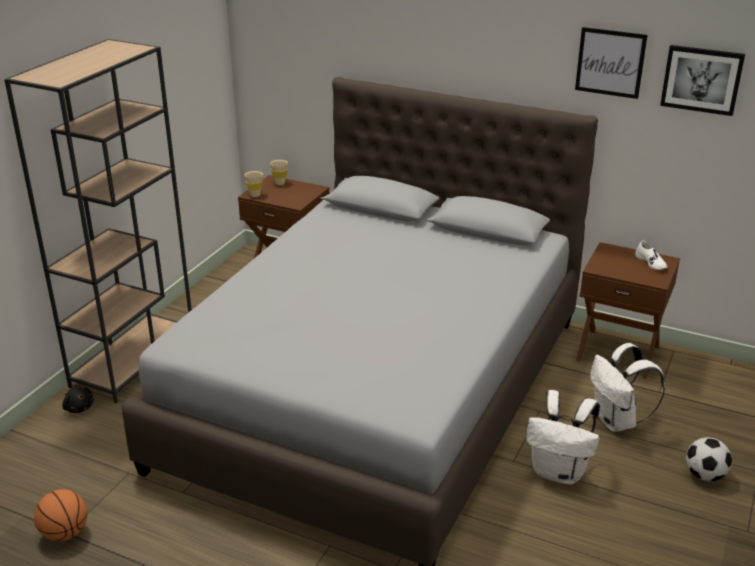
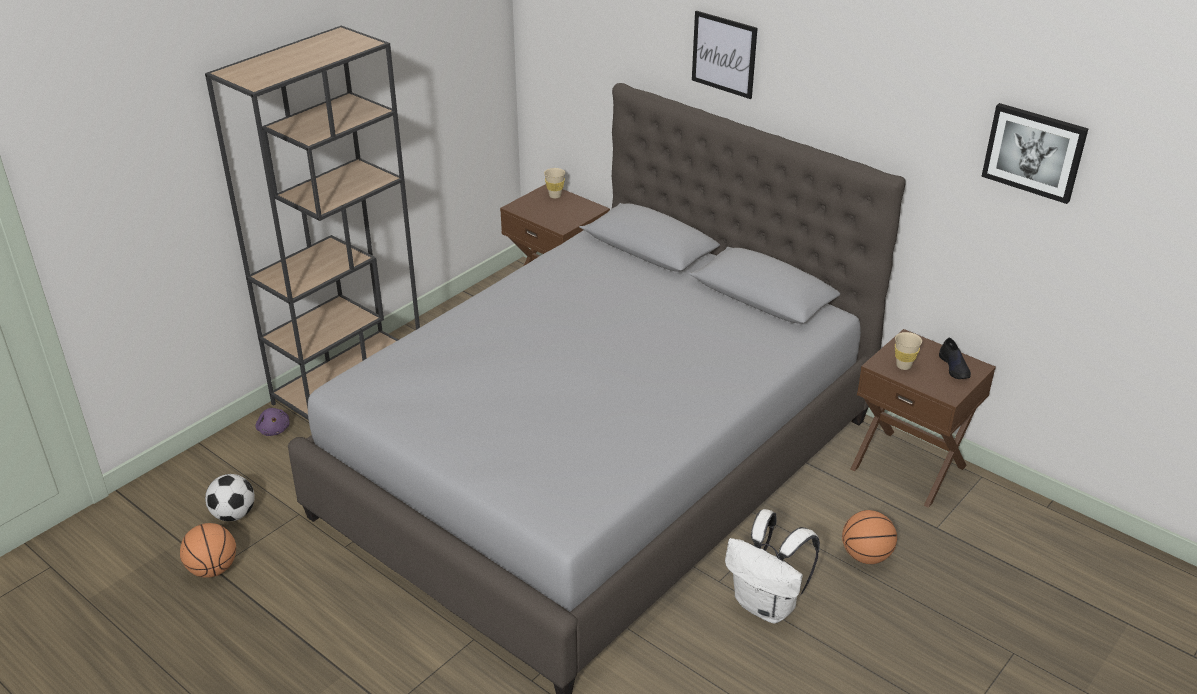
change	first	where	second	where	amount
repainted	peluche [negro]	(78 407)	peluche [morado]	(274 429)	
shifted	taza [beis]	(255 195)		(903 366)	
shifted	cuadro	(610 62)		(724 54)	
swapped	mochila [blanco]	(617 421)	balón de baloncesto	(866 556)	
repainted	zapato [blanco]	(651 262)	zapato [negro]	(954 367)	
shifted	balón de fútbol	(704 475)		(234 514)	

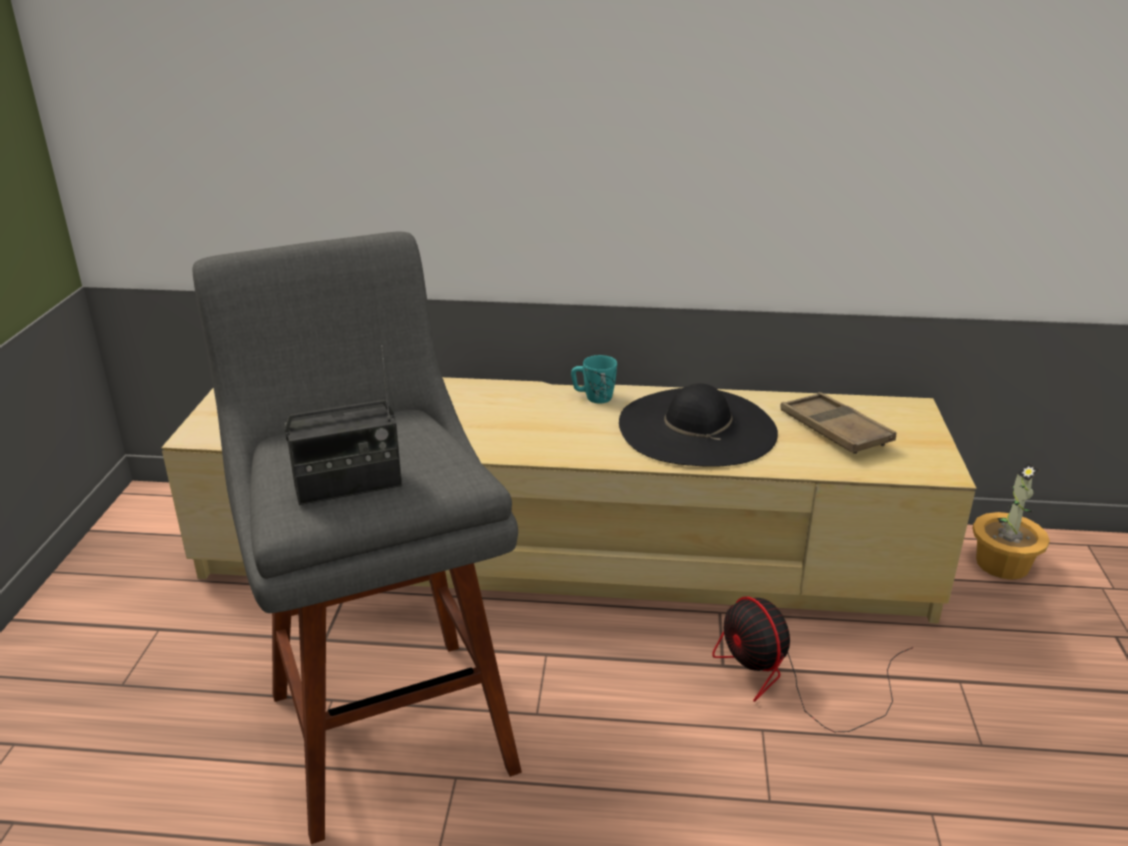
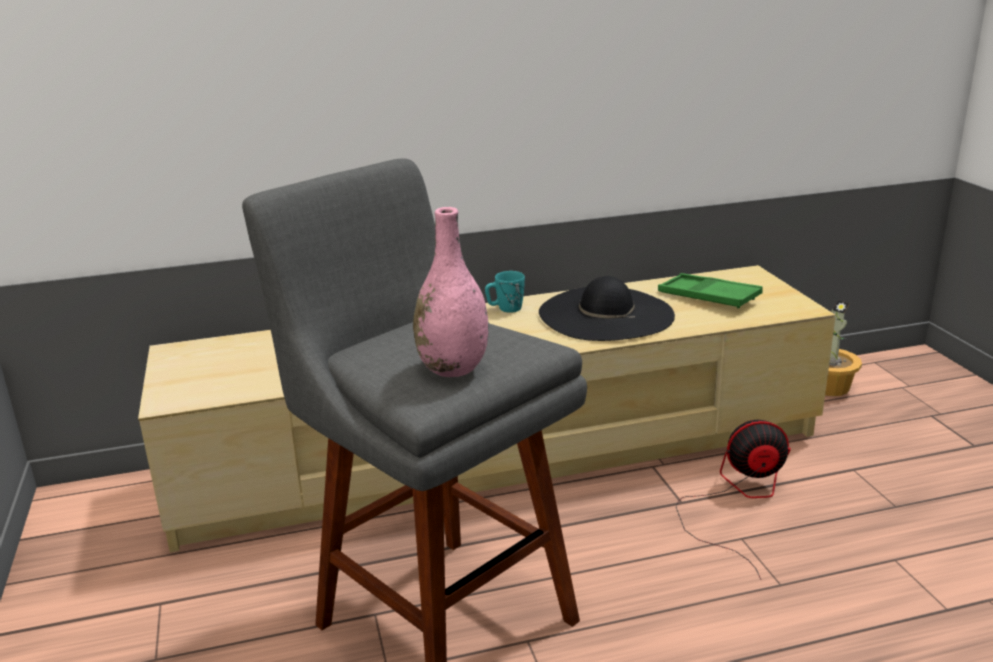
change	first	where	second	where	amount
swapped	radio	(348 486)	florero [rosa]	(453 369)	
rotated	ventilador	(790 681)		(738 500)	135 degrees clockwise
repainted	bandeja [marrón]	(834 430)	bandeja [verde]	(708 297)	

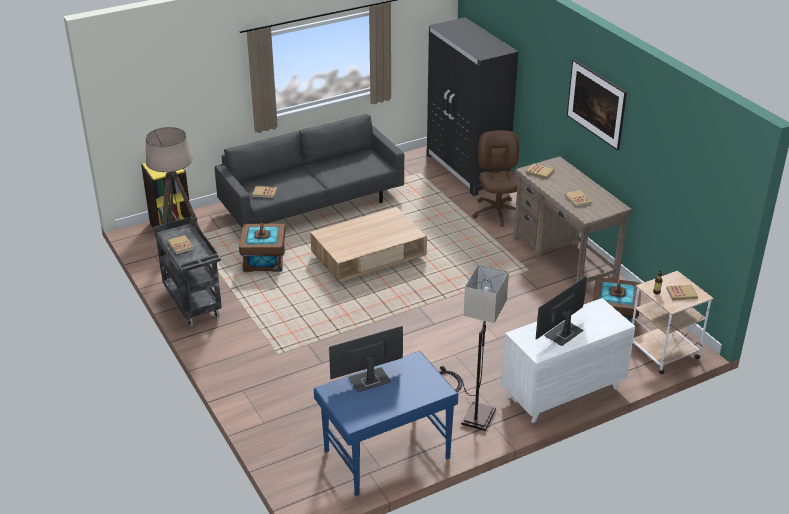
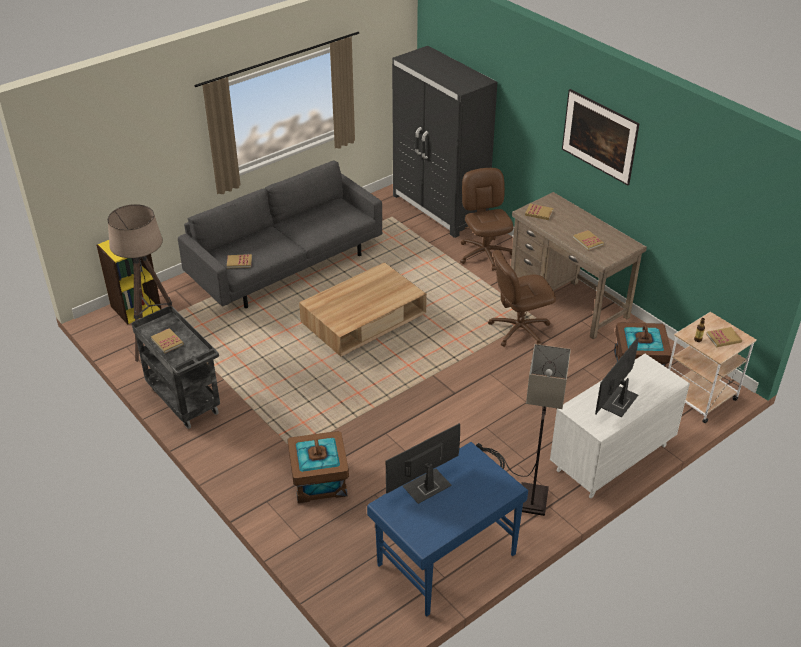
change	first	where	second	where	amount
shifted	caja de almacenaje [marrón]	(264 261)		(320 481)	
new			silla de oficina [marrón]	(519 330)	

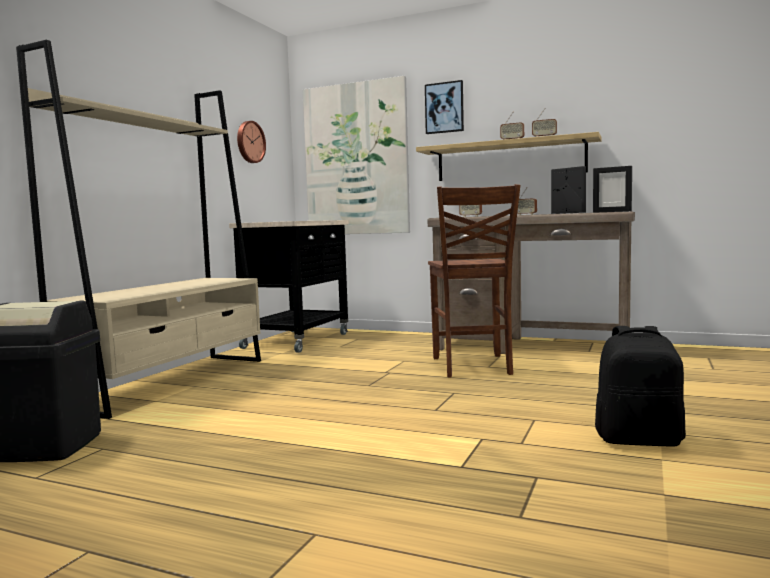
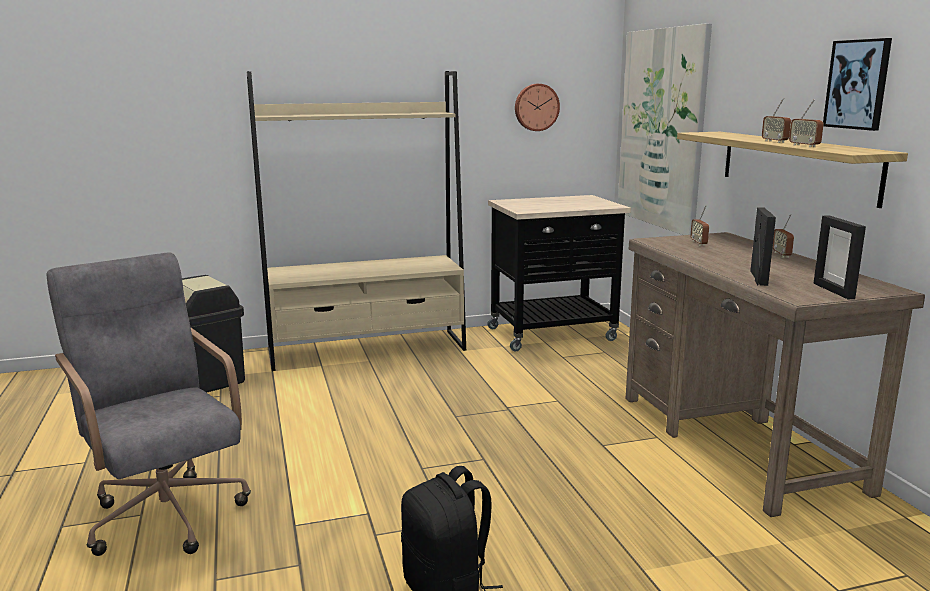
change	first	where	second	where	amount
shifted	cuadro	(444 108)		(858 84)	
gone	silla [marrón]	(472 366)			
new			silla de oficina [gris]	(164 514)	

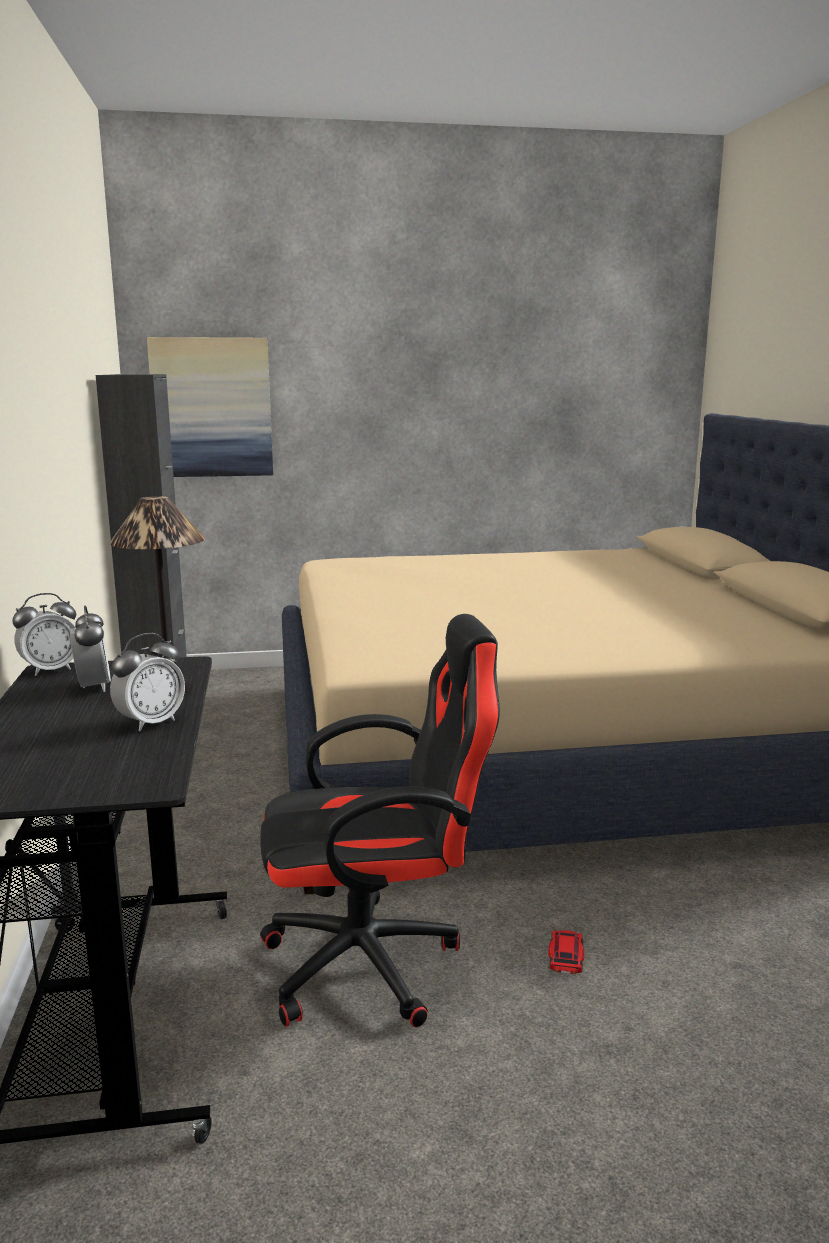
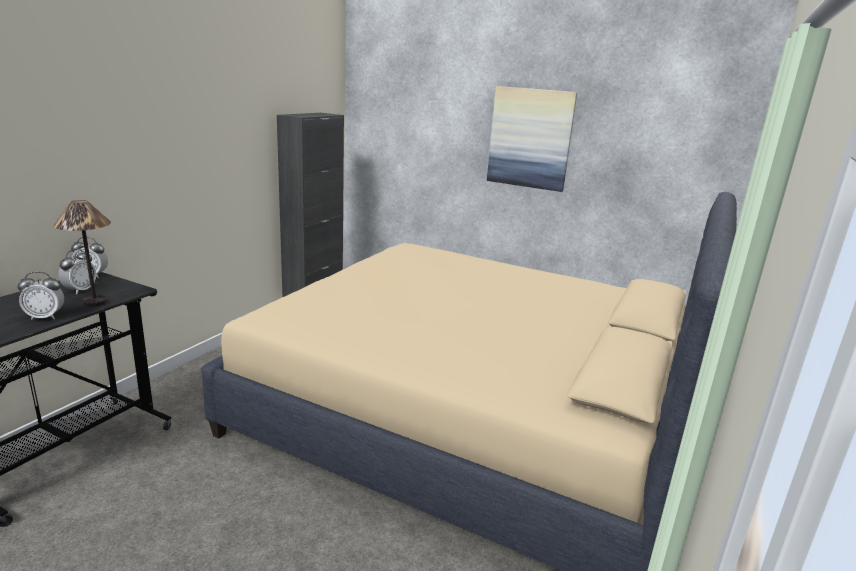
change	first	where	second	where	amount
shifted	cuadro	(212 407)		(530 138)	
gone	silla de oficina [negro]	(378 964)			
gone	coche de juguete	(566 956)			

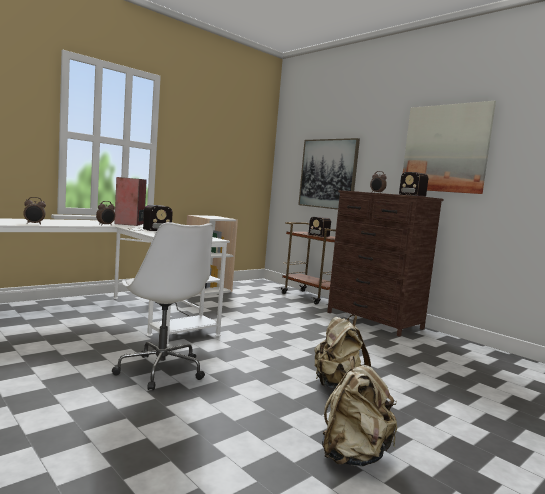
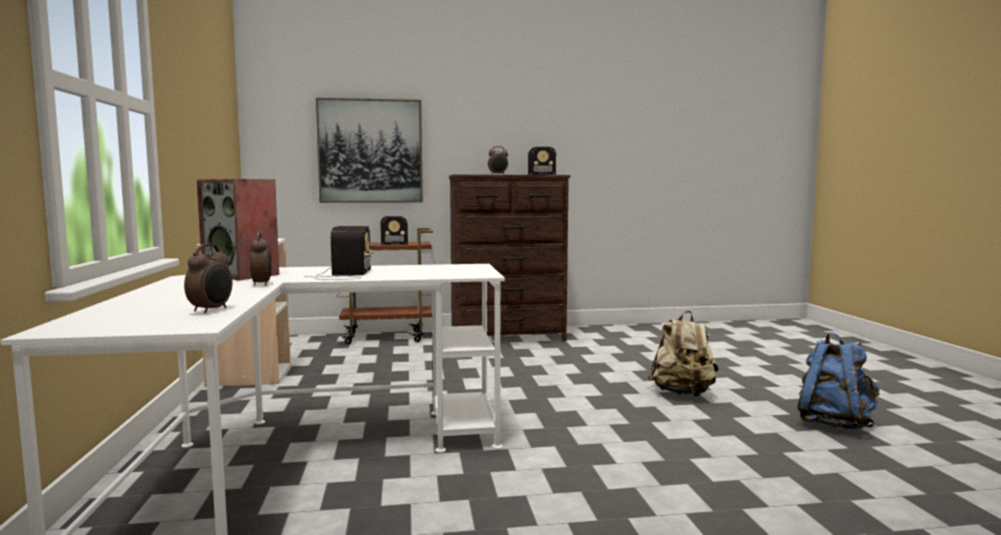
change	first	where	second	where	amount
gone	silla de oficina [blanco]	(162 372)			
repainted	mochila [beis]	(353 455)	mochila [azul]	(834 424)	
gone	cuadro	(445 148)			

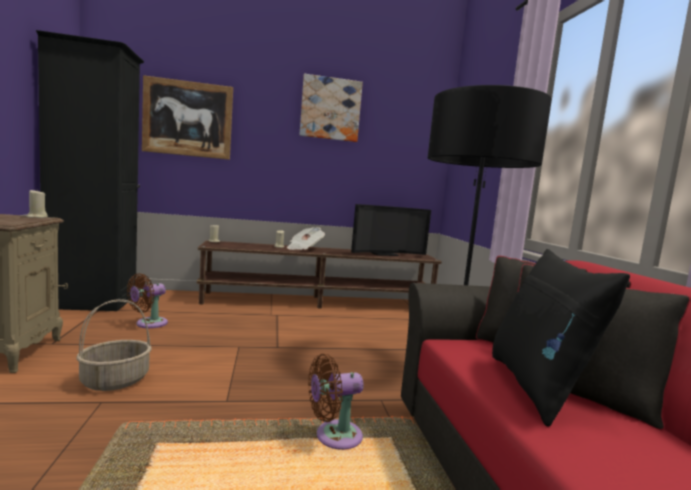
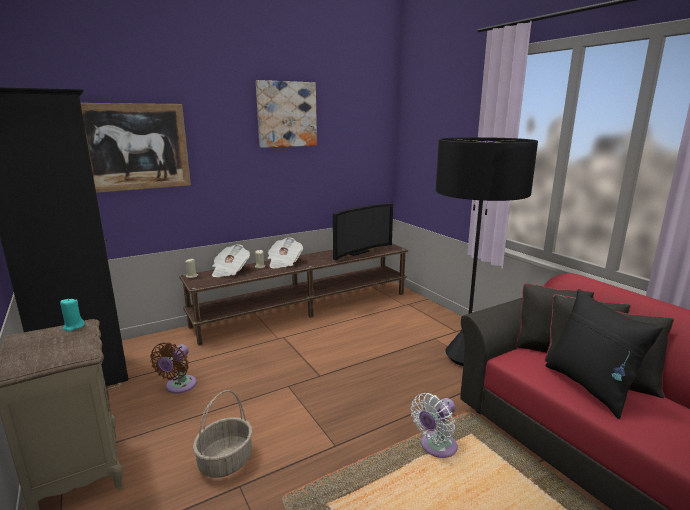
change	first	where	second	where	amount
repainted	vela [beis]	(37 217)	vela [turquesa]	(73 327)	
repainted	ventilador [marrón]	(333 436)	ventilador [blanco]	(436 447)	
new			periódico	(230 271)	

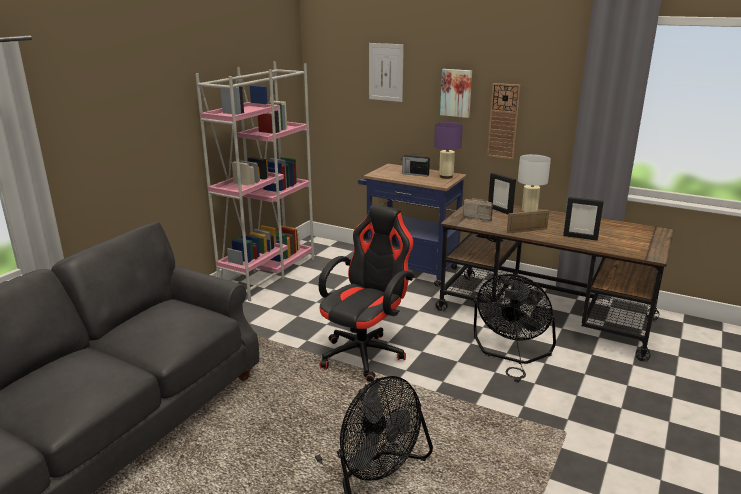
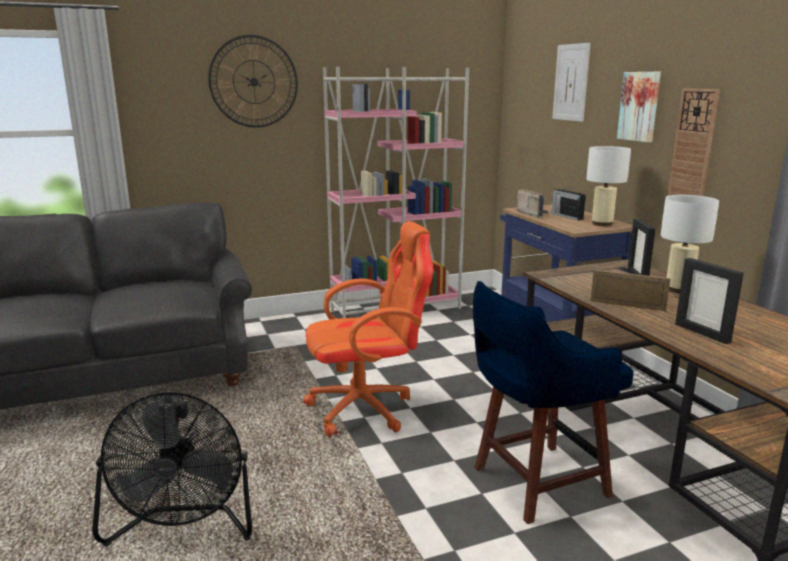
change	first	where	second	where	amount
repainted	silla de oficina [negro]	(366 353)	silla de oficina [naranja]	(368 409)	
repainted	lámpara de mesa [morado]	(446 177)	lámpara de mesa [blanco]	(601 224)	
shifted	radio	(477 217)		(532 214)	
swapped	ventilador [negro]	(510 354)	taburete [azul]	(535 483)	
new			reloj de pared	(254 82)	

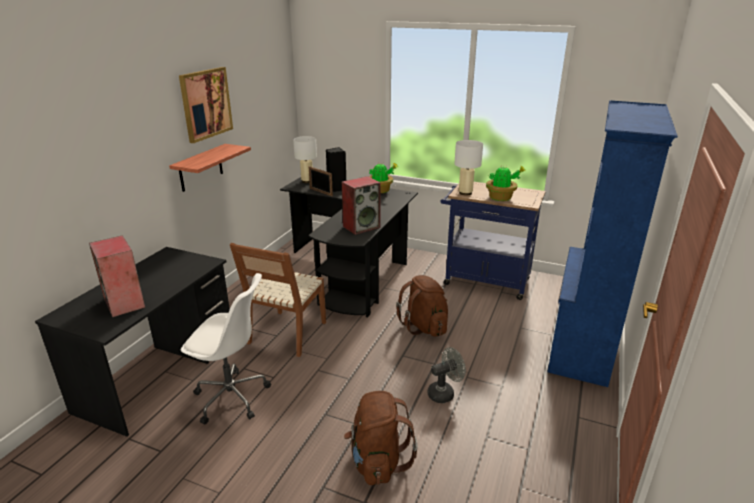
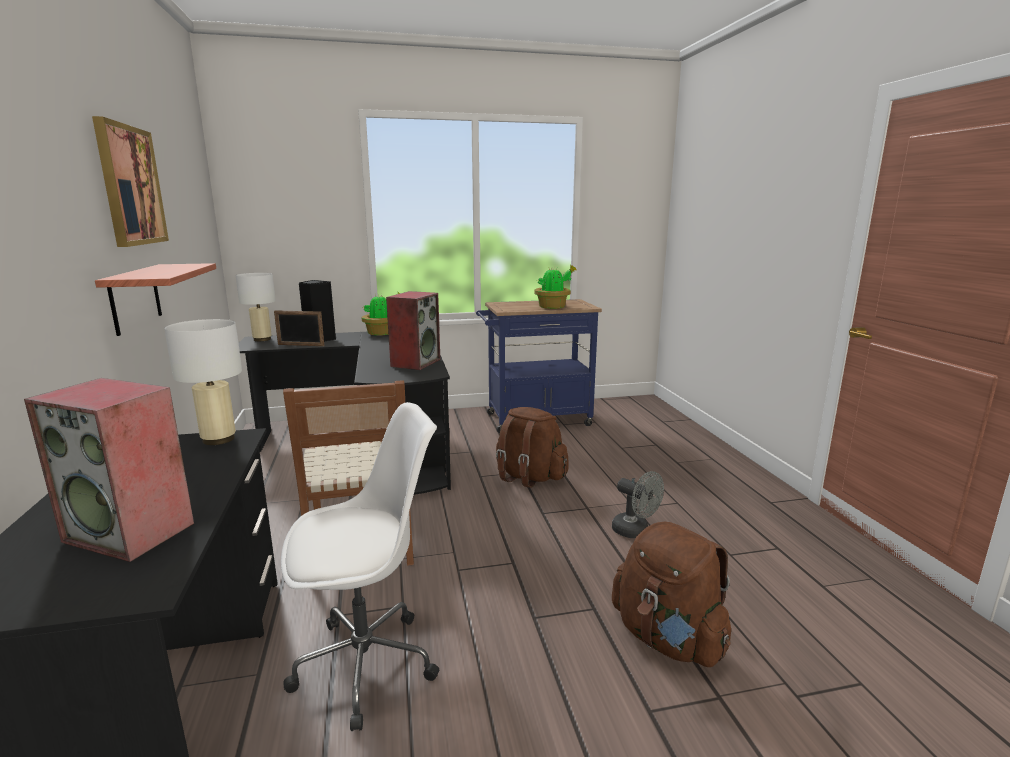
change	first	where	second	where	amount
rotated	ventilador [gris]	(444 393)		(635 531)	105 degrees clockwise
shifted	lámpara de mesa [blanco]	(465 193)		(218 439)	
gone	estantería [azul]	(582 347)			

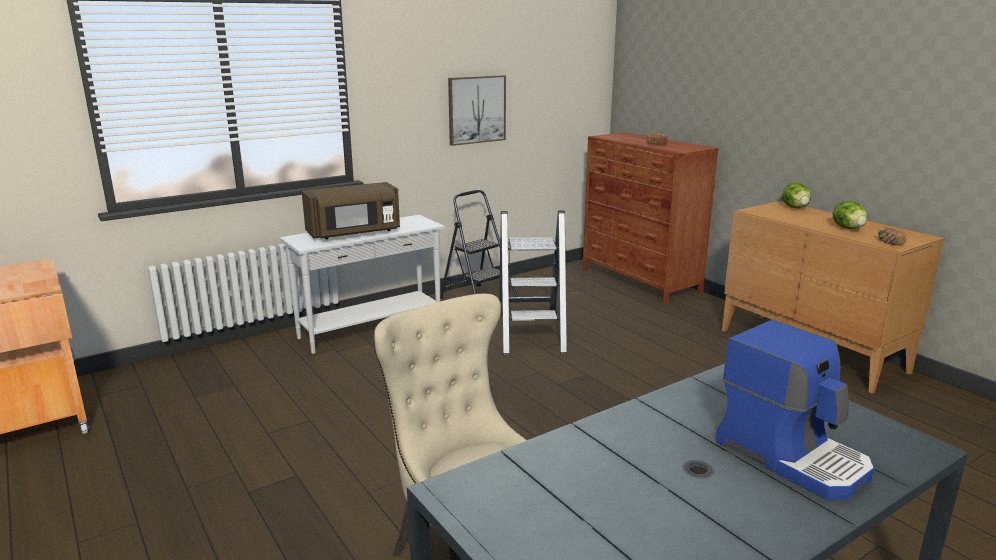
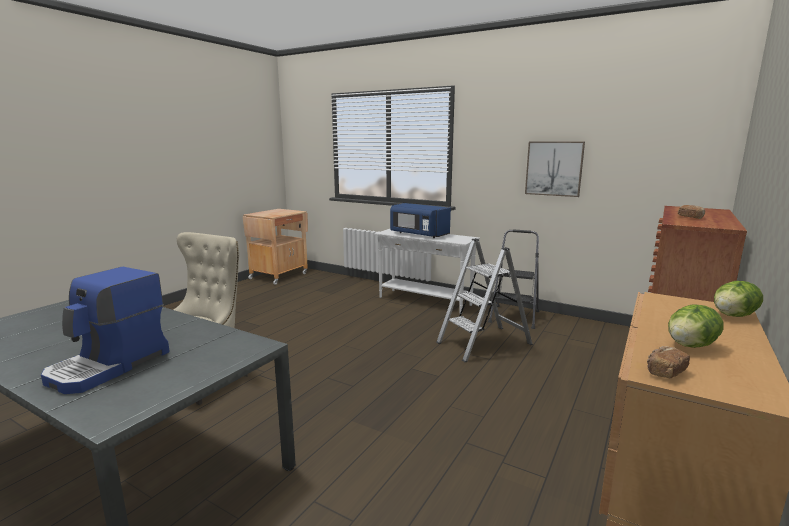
change	first	where	second	where	amount
repainted	microondas [marrón]	(354 233)	microondas [azul]	(418 234)	

